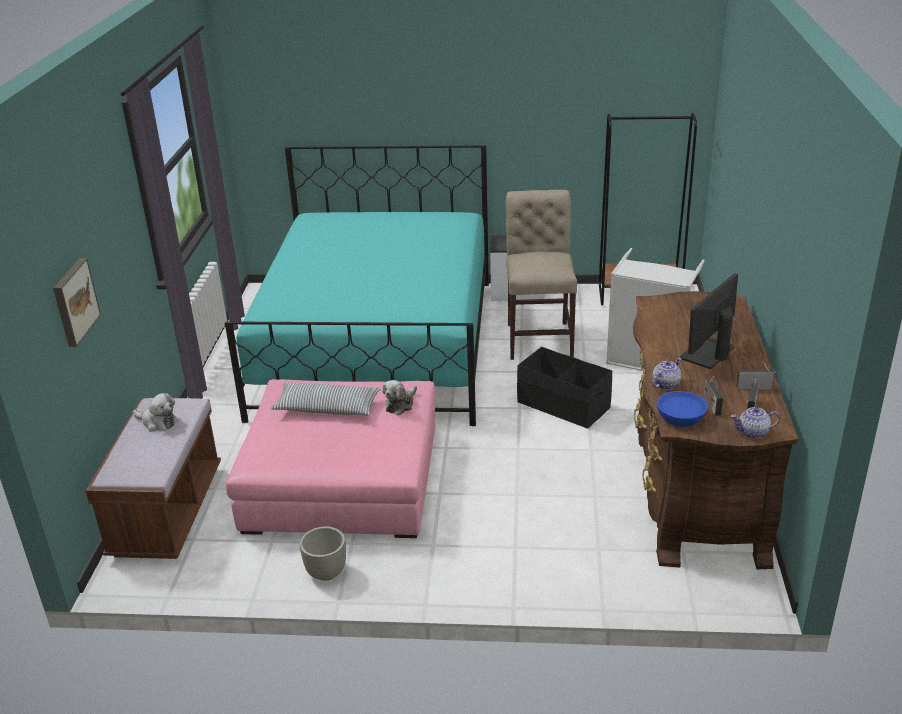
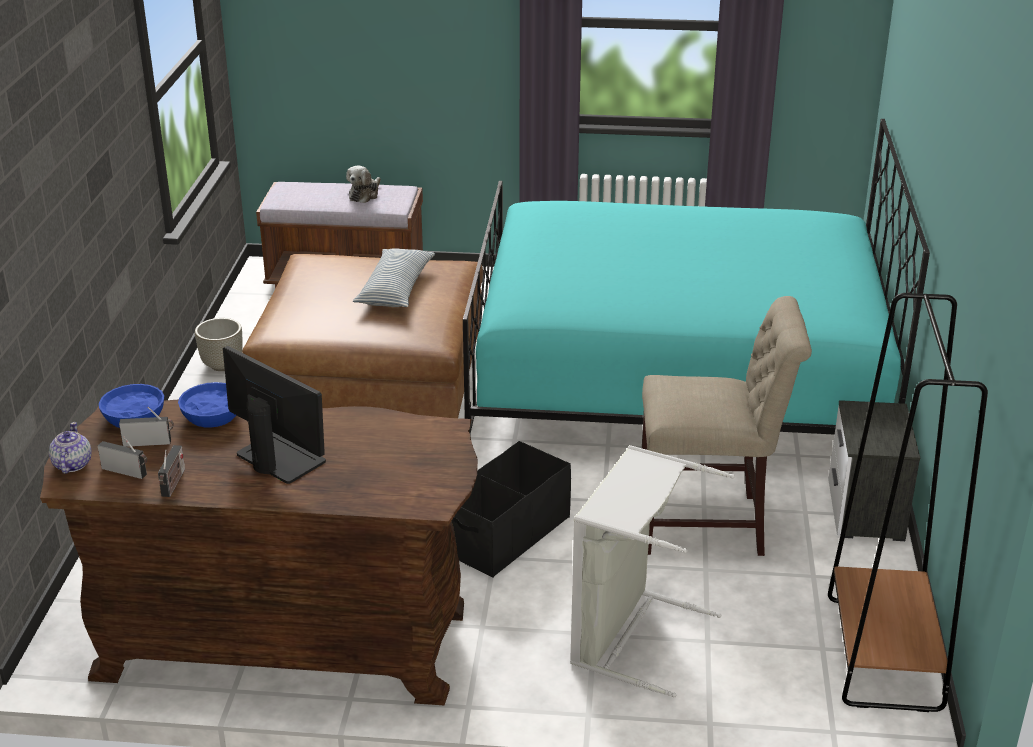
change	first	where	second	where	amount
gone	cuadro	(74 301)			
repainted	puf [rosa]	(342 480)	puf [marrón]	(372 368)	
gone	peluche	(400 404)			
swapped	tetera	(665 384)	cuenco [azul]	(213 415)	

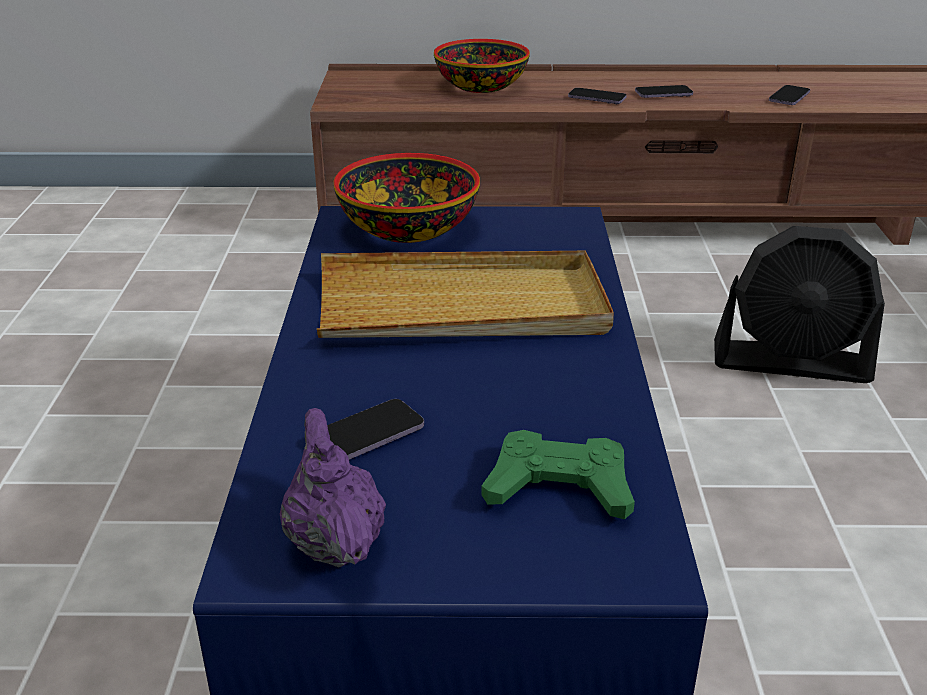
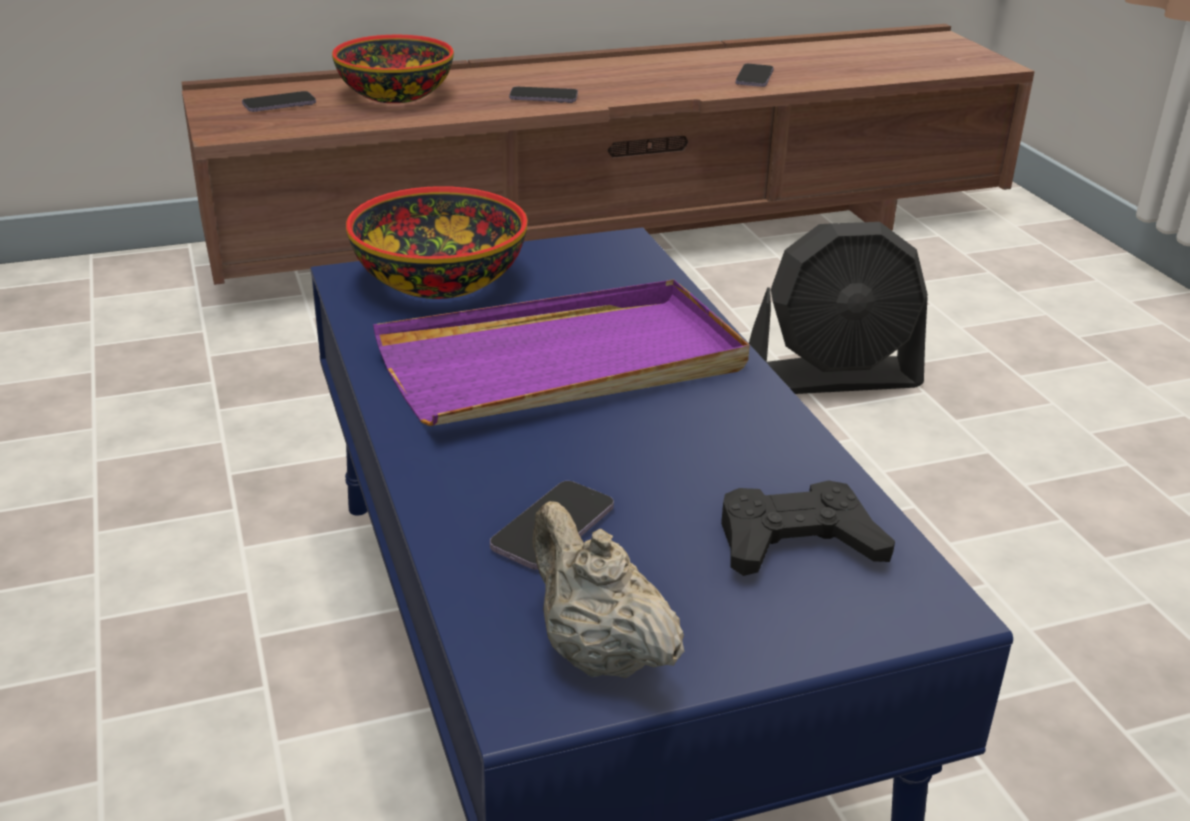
change	first	where	second	where	amount
repainted	tetera [morado]	(334 542)	tetera [beis]	(598 652)	
repainted	bandeja [beis]	(461 307)	bandeja [morado]	(564 364)	
repainted	mando de consola [verde]	(559 487)	mando de consola [negro]	(797 543)	
shifted	móvil	(663 94)		(279 104)	

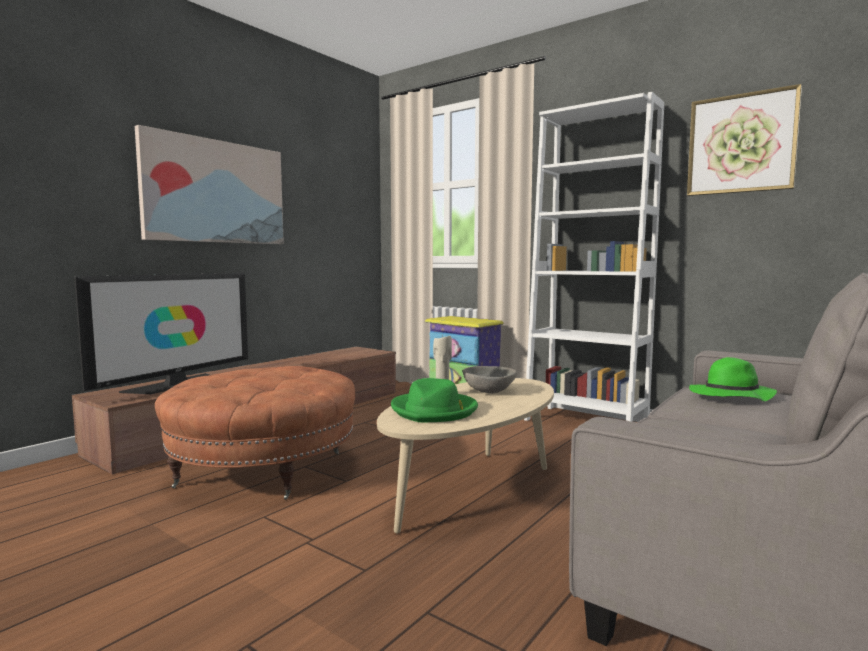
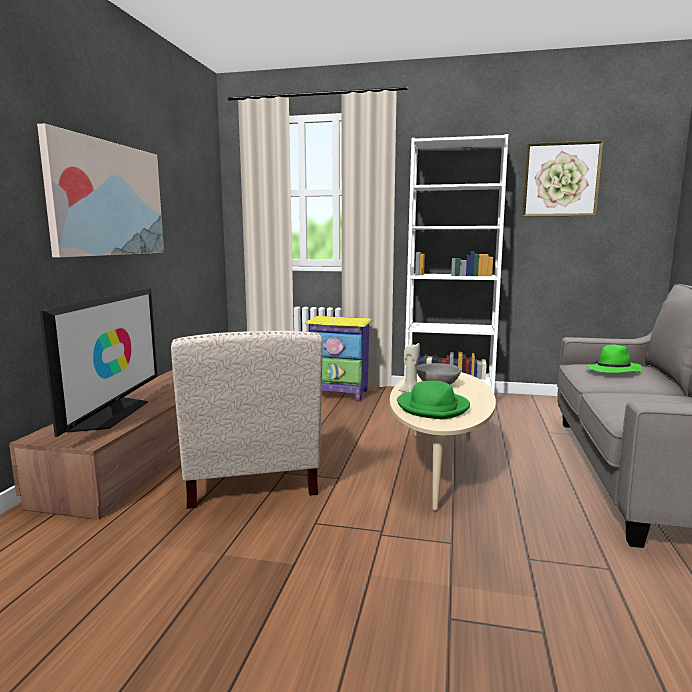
change	first	where	second	where	amount
swapped	puf [marrón]	(263 469)	sillón [beis]	(250 482)	

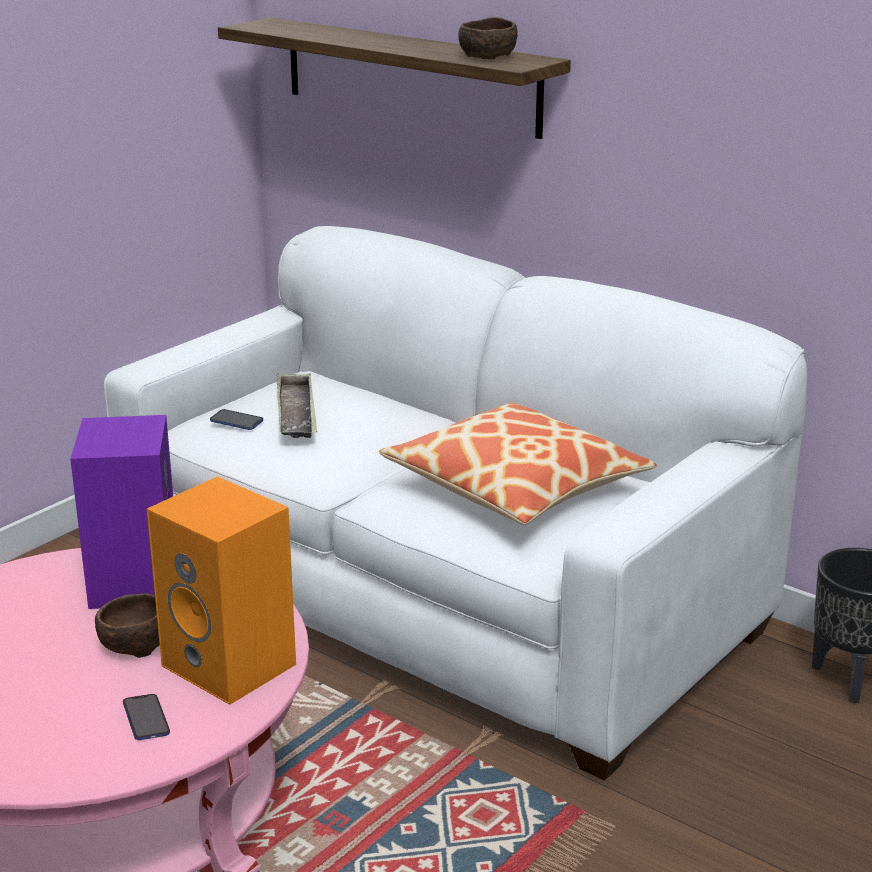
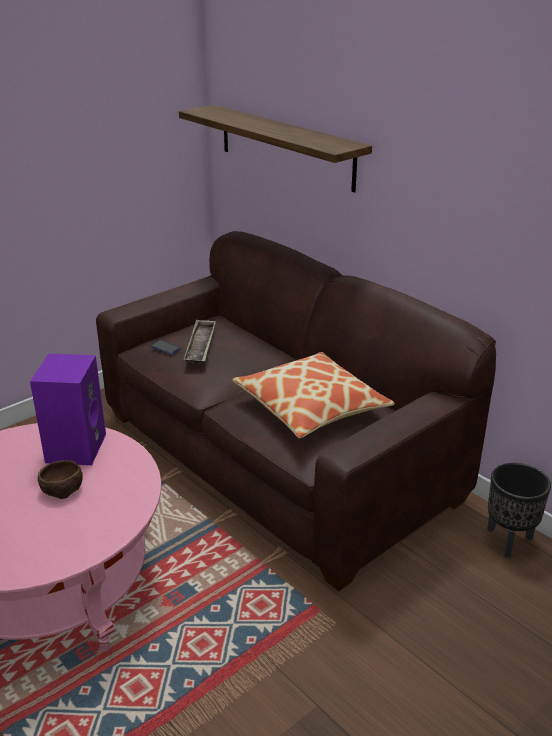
change	first	where	second	where	amount
repainted	sofá [blanco]	(435 596)	sofá [marrón]	(275 457)	
gone	móvil	(146 719)			
gone	altavoz [naranja]	(233 665)			
gone	cuenco [marrón]	(487 57)			

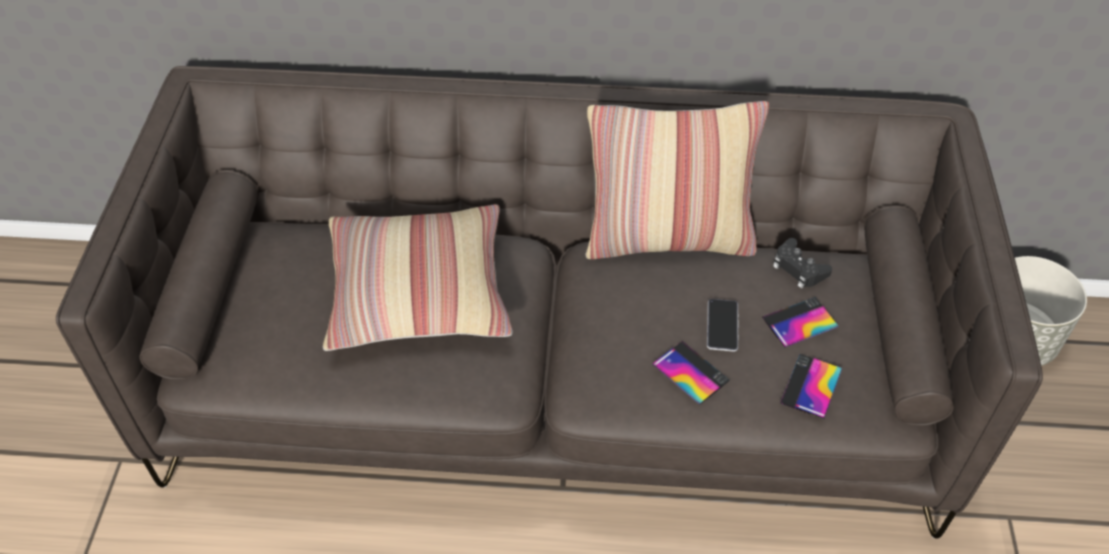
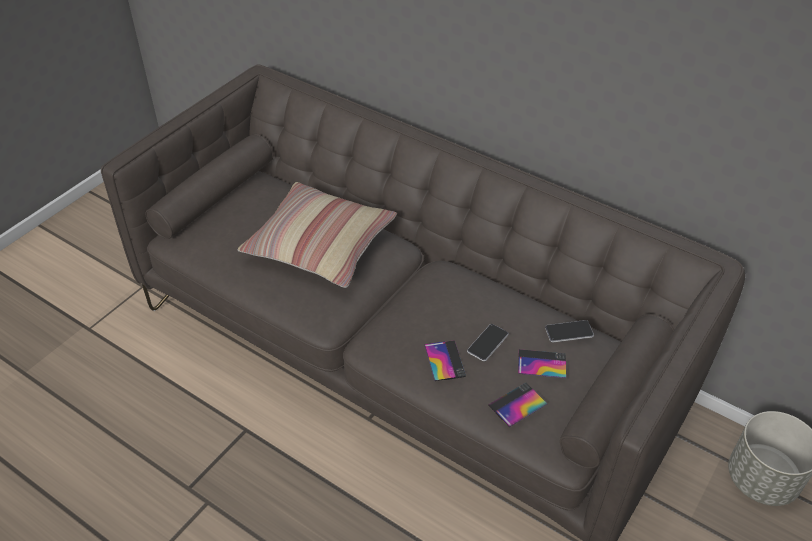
change	first	where	second	where	amount
gone	cojín	(668 238)			
swapped	mando de consola [negro]	(798 268)	móvil	(569 332)	

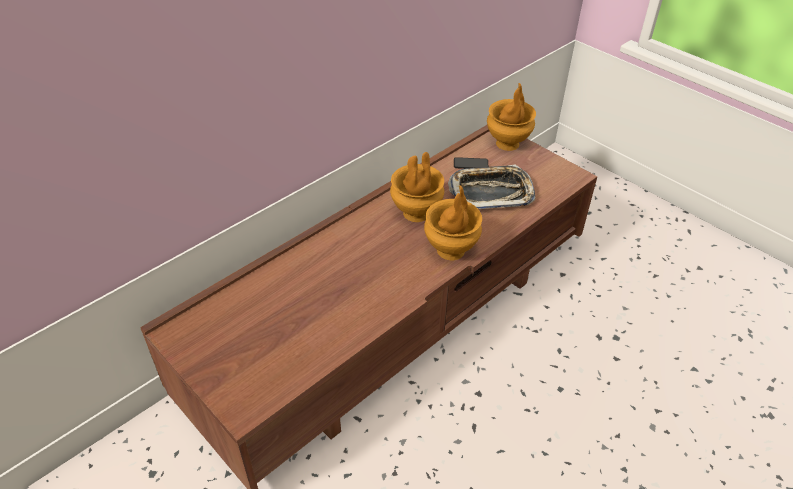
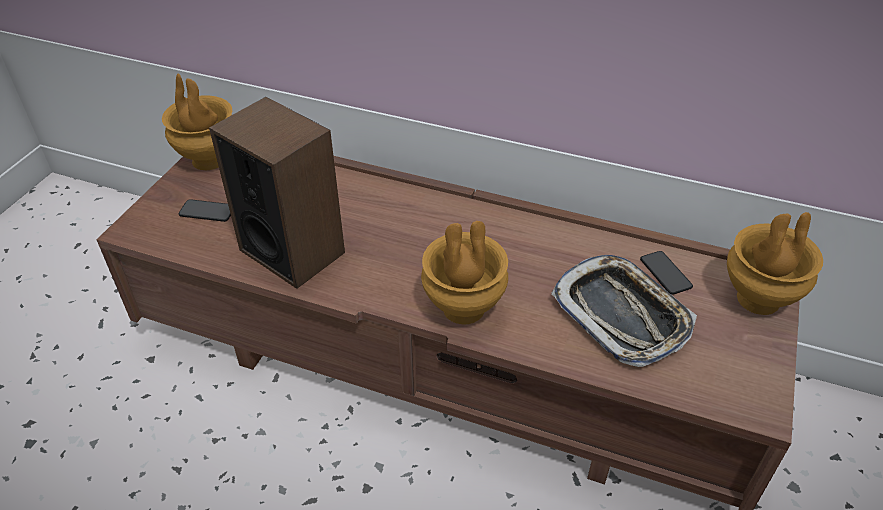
change	first	where	second	where	amount
shifted	florero [marrón]	(415 213)		(208 160)	
new			móvil	(207 211)	
new			altavoz	(292 251)	

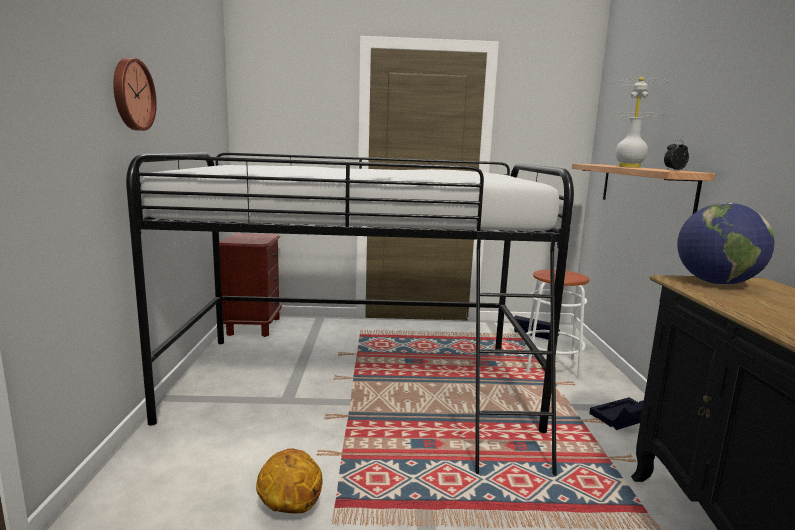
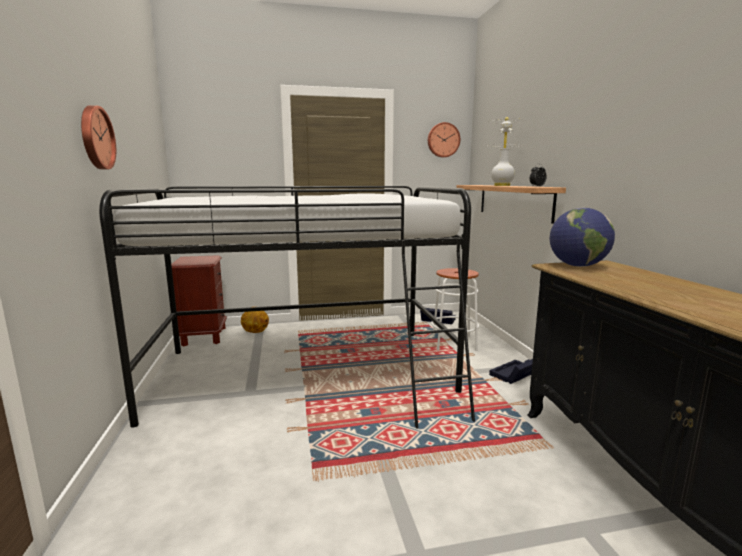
change	first	where	second	where	amount
shifted	balón de baloncesto	(289 508)		(255 332)	
new			reloj de pared	(443 140)	

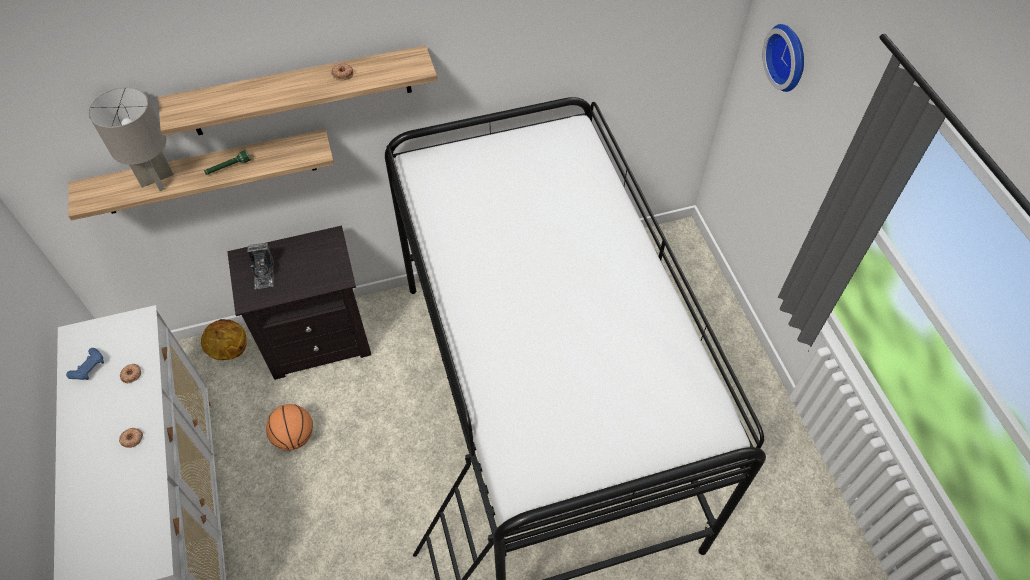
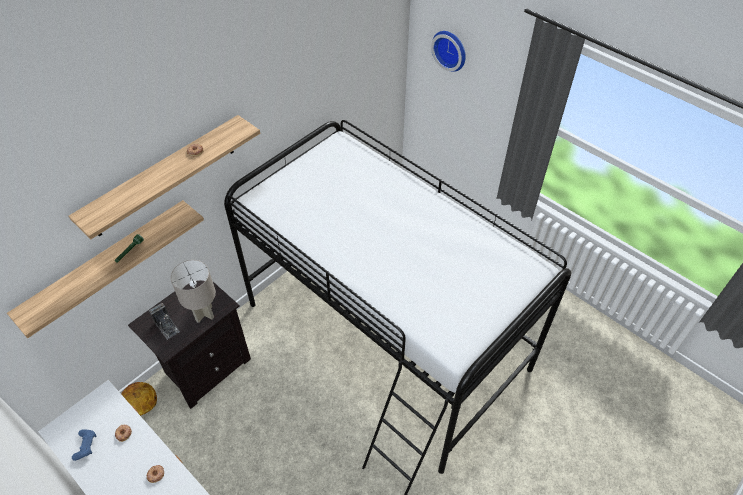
change	first	where	second	where	amount
shifted	lámpara de mesa [gris]	(157 179)		(204 314)	
gone	balón de baloncesto	(294 436)			

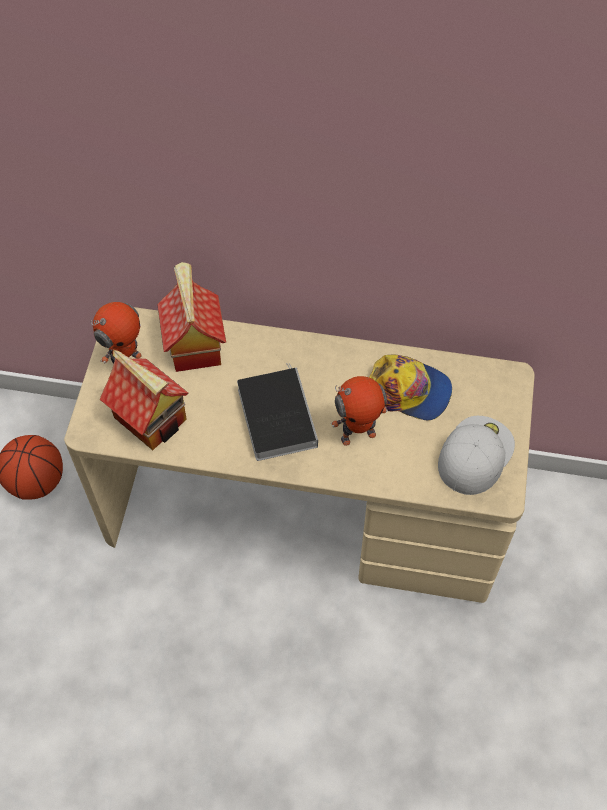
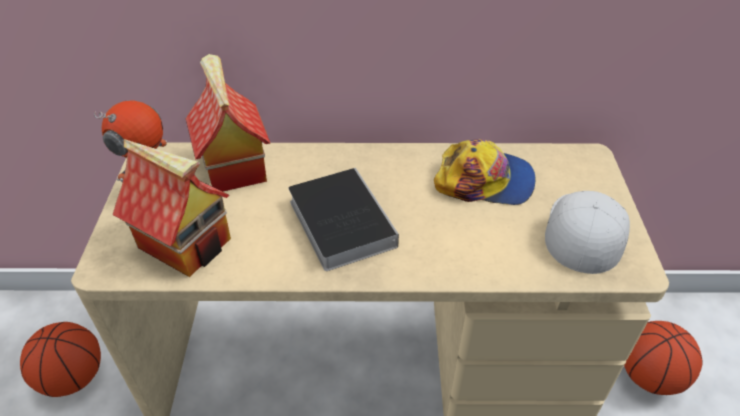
change	first	where	second	where	amount
gone	robot de juguete	(357 434)			
new			balón de baloncesto	(649 376)	

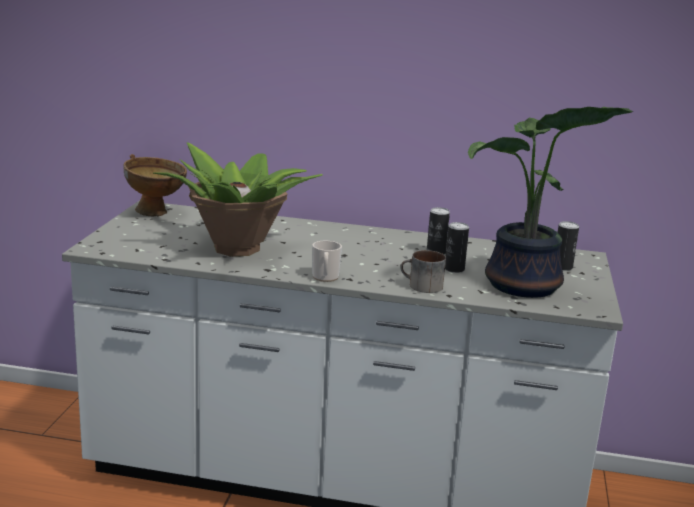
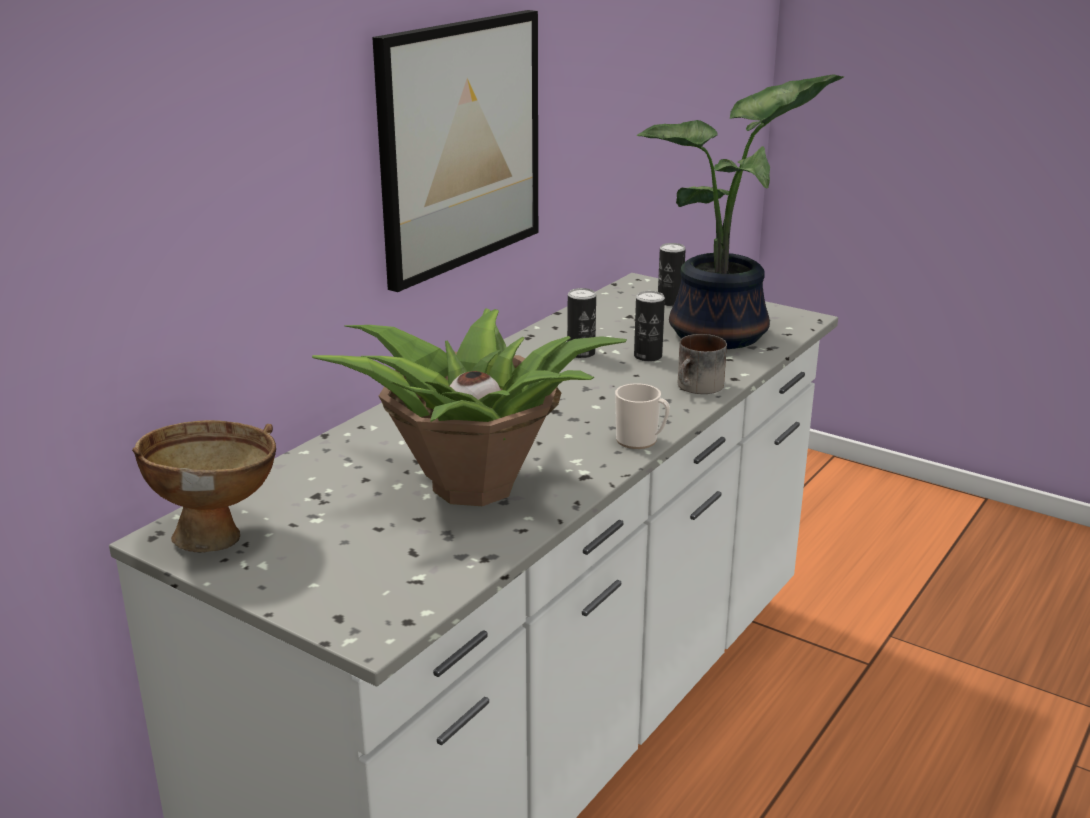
change	first	where	second	where	amount
new			cuadro	(459 145)	

